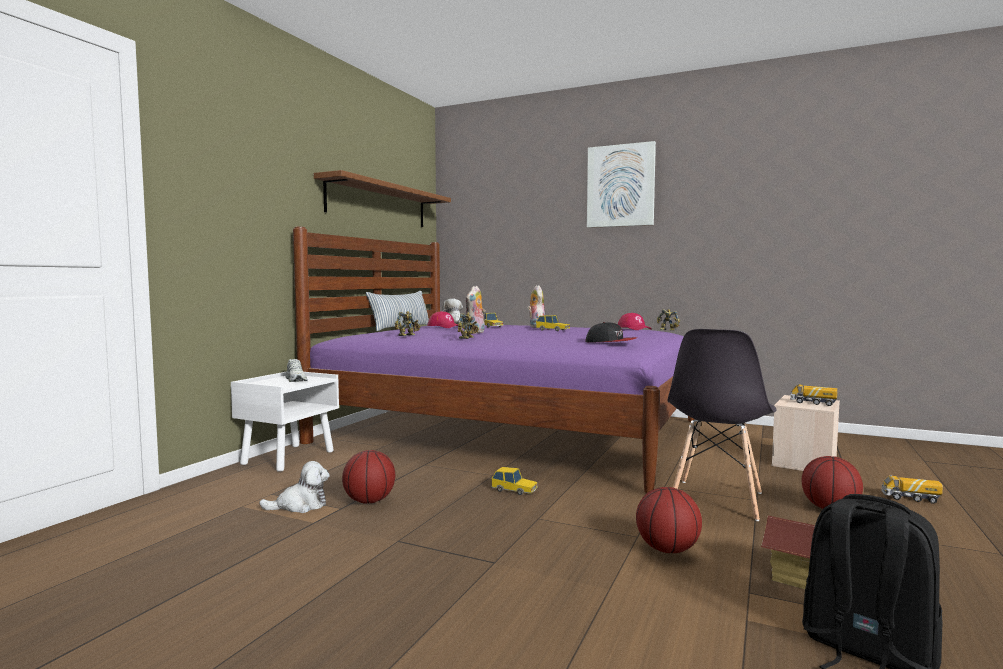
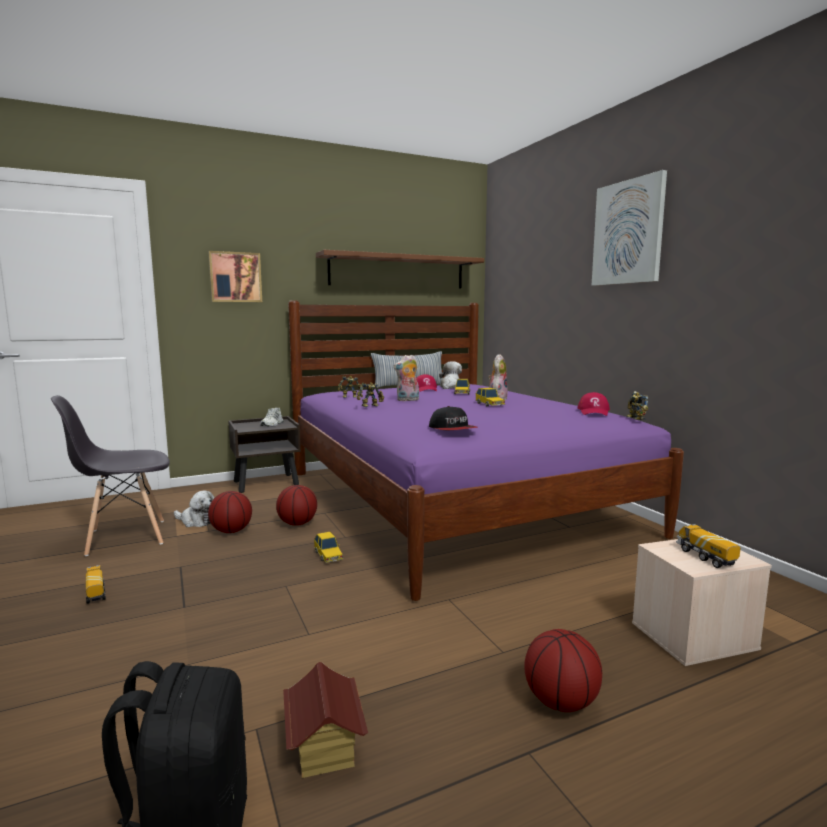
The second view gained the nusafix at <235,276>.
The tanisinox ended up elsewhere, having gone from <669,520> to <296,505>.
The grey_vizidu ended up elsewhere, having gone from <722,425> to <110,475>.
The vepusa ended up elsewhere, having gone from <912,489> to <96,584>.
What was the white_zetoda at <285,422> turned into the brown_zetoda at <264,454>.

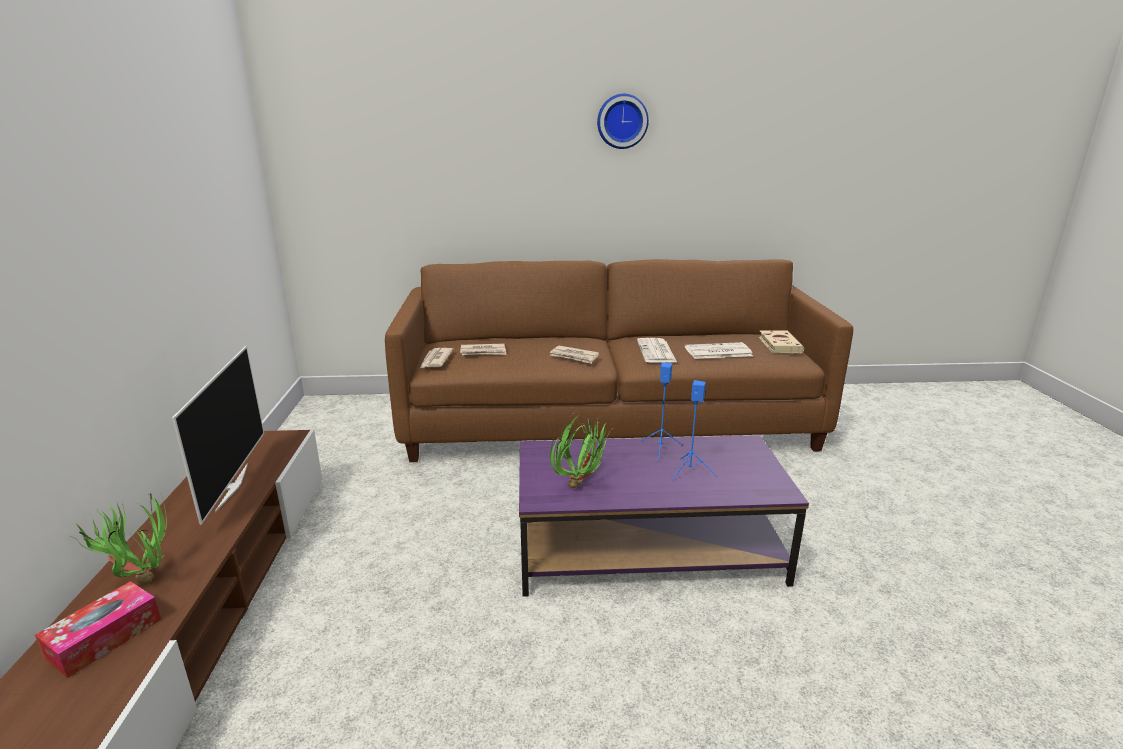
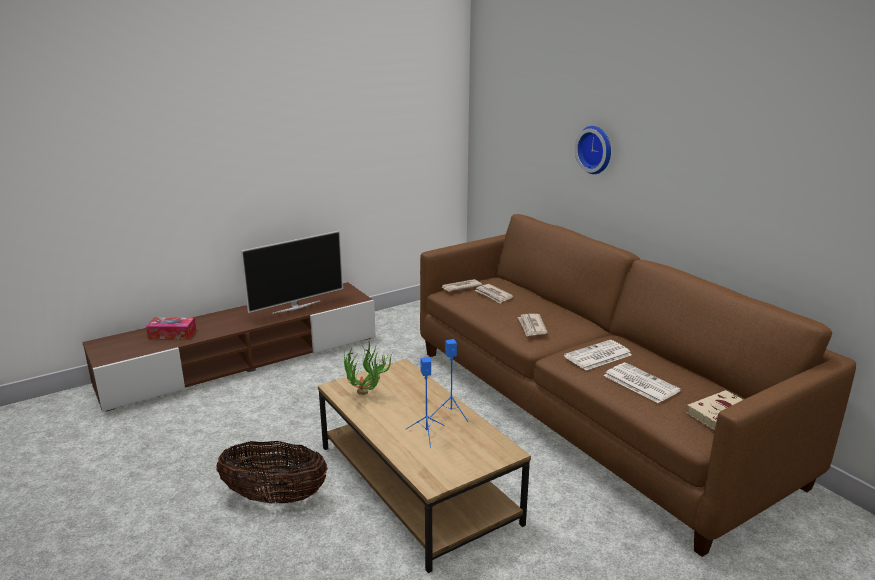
The second view lost the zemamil at <120,538>.
The second view gained the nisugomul at <272,472>.
The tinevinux ended up elsewhere, having gone from <623,121> to <593,150>.
What was the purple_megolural at <664,516> turned into the brown_megolural at <424,466>.

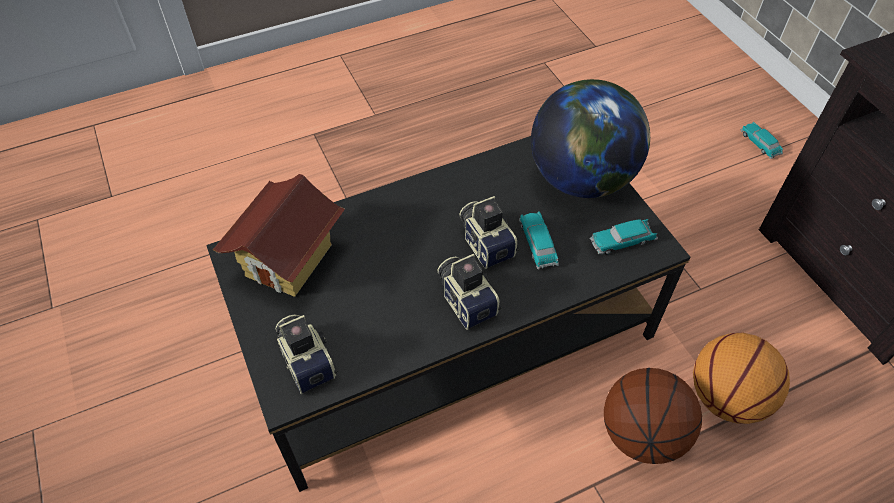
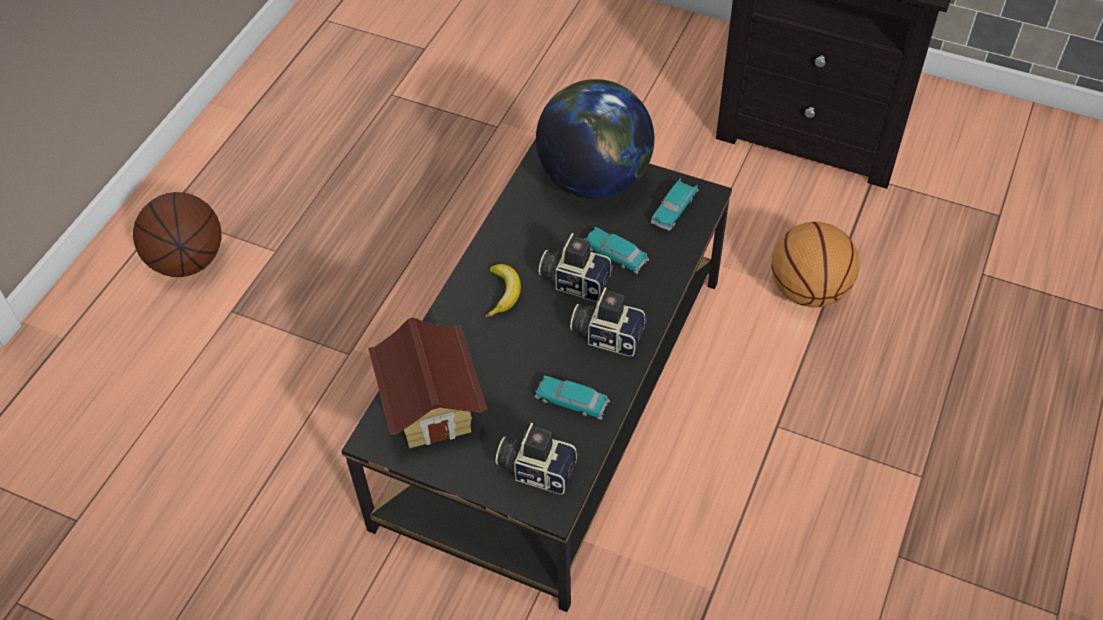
The second view gained the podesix at <503,290>.
The tanisinox ended up elsewhere, having gone from <653,416> to <177,234>.
The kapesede ended up elsewhere, having gone from <761,140> to <572,397>.

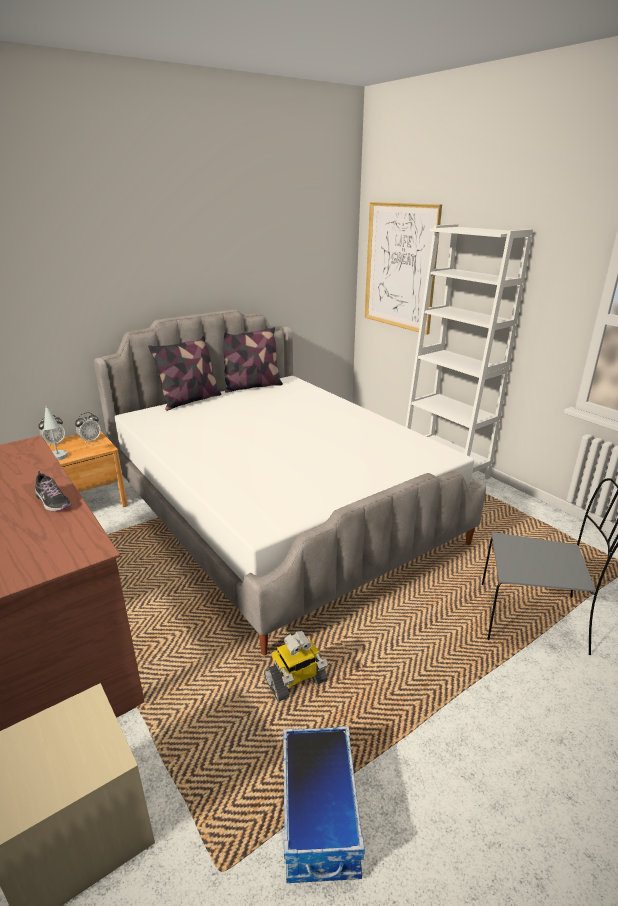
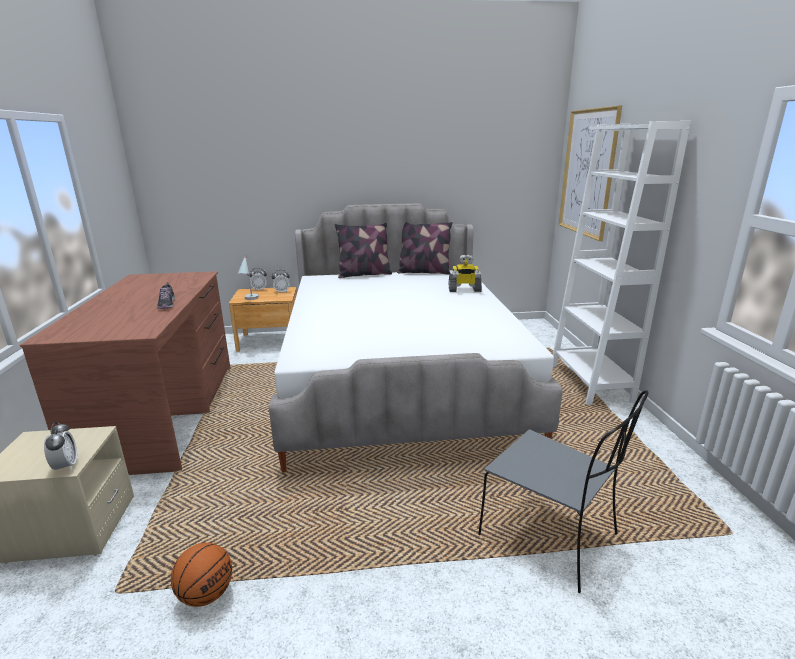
The second view gained the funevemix at <60,446>.
The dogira ended up elsewhere, having gone from <296,666> to <465,273>.
Where the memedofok stood at <324,804>, the tanisinox came to stand at <201,575>.

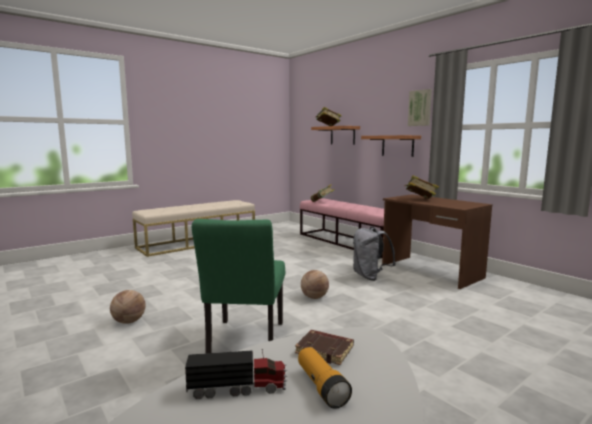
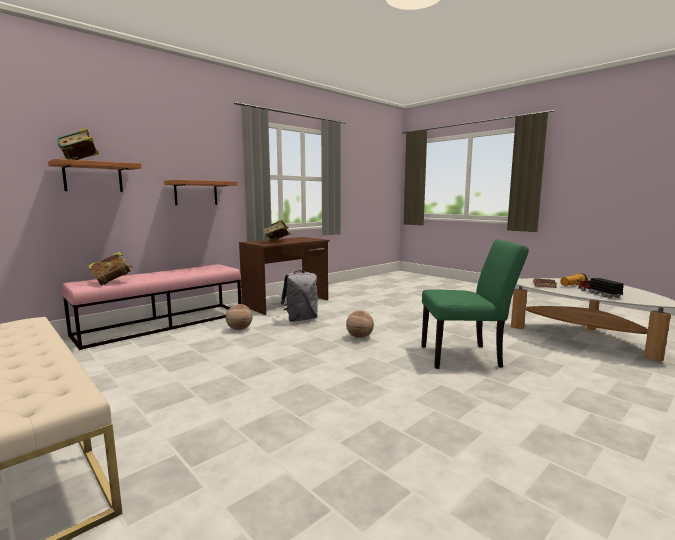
The second view lost the nusafix at <420,107>.
The tanisinox ended up elsewhere, having gone from <128,307> to <239,317>.

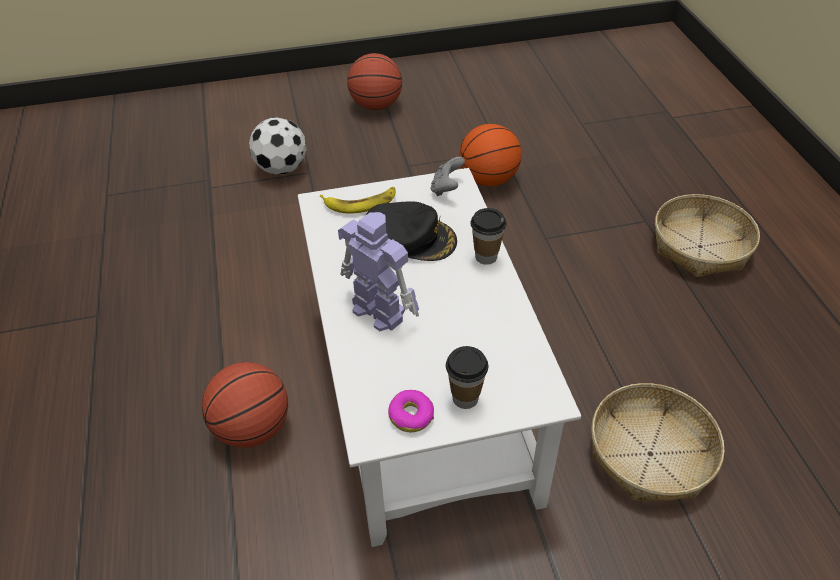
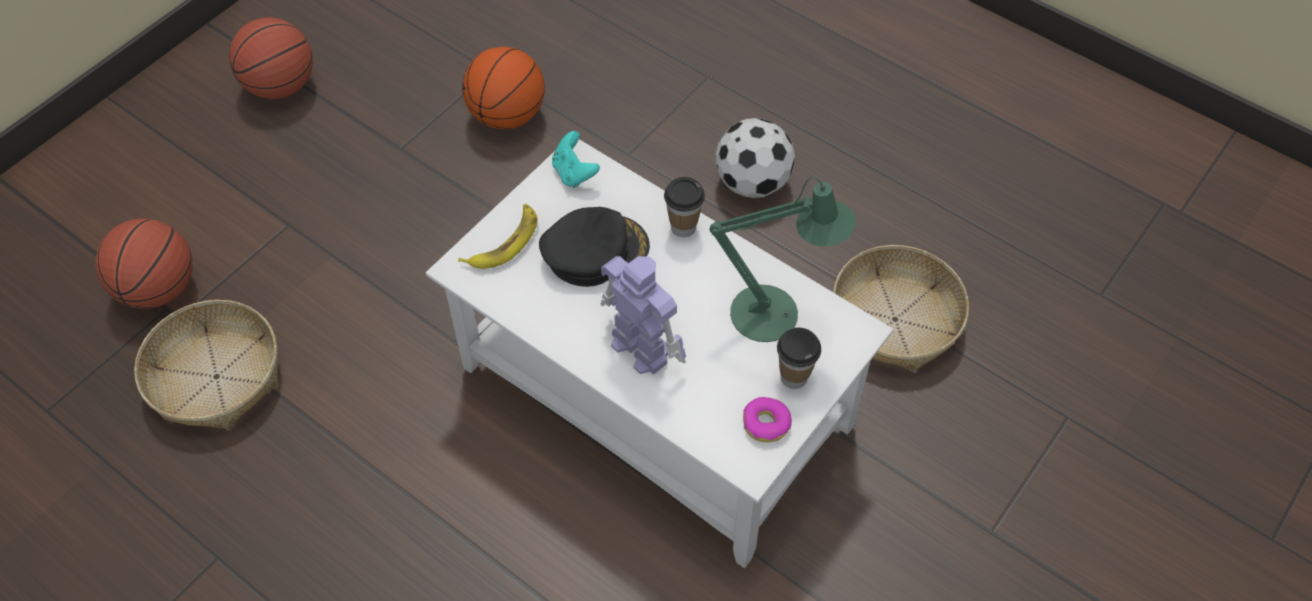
The second view gained the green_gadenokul at <782,259>.
The tanisinox ended up elsewhere, having gone from <244,405> to <144,264>.
The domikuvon ended up elsewhere, having gone from <277,146> to <755,158>.
The nisugomul ended up elsewhere, having gone from <707,236> to <206,364>.
What was the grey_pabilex at <448,176> turned into the turquoise_pabilex at <576,159>.
The dogira at <378,271> ended up facing another way, 45 degrees clockwise from before.

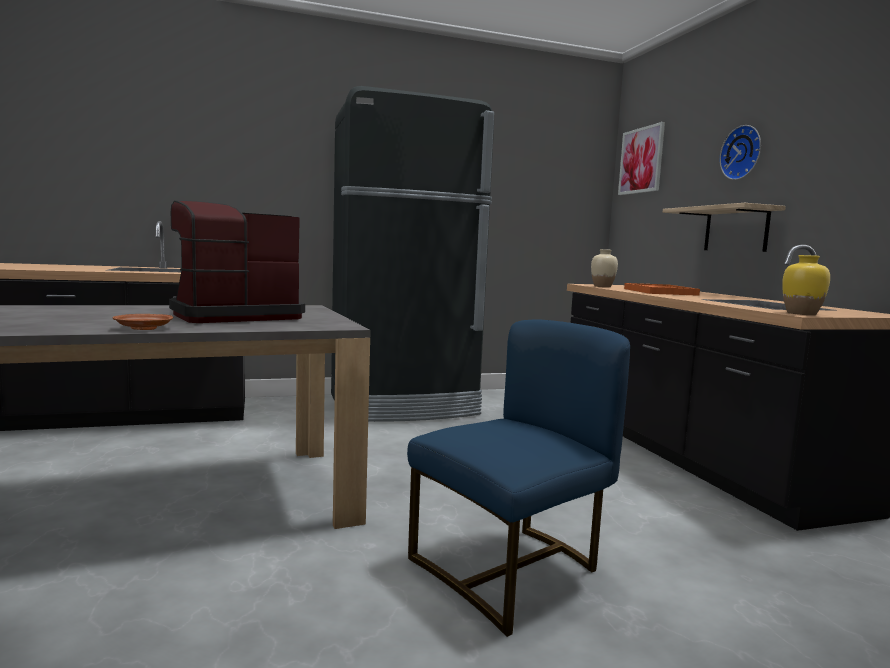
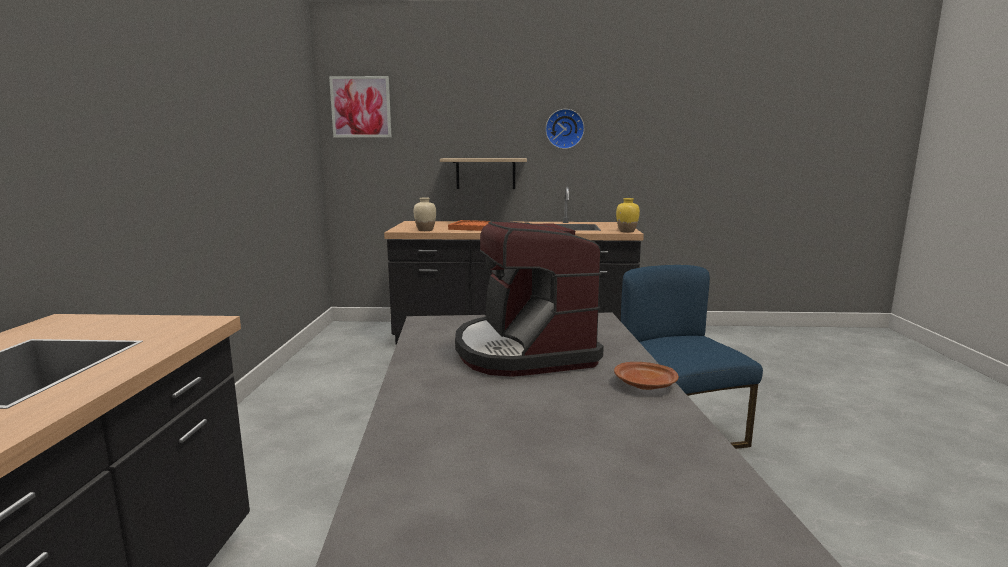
The second view lost the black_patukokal at <412,254>.
The tinevinux ended up elsewhere, having gone from <740,152> to <565,129>.

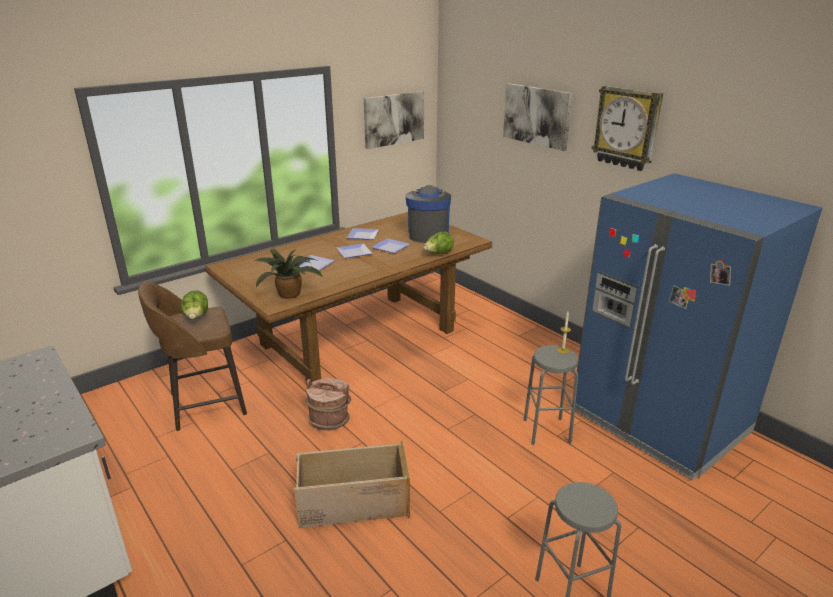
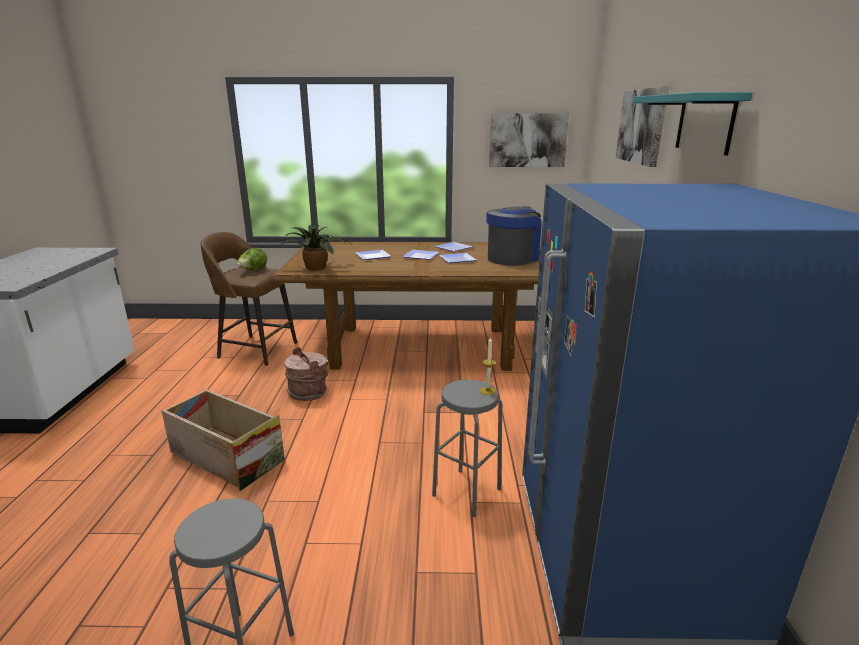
The second view lost the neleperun at <438,243>.
Where the tinevinux hung at <627,128>, the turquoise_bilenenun came to hang at <693,123>.

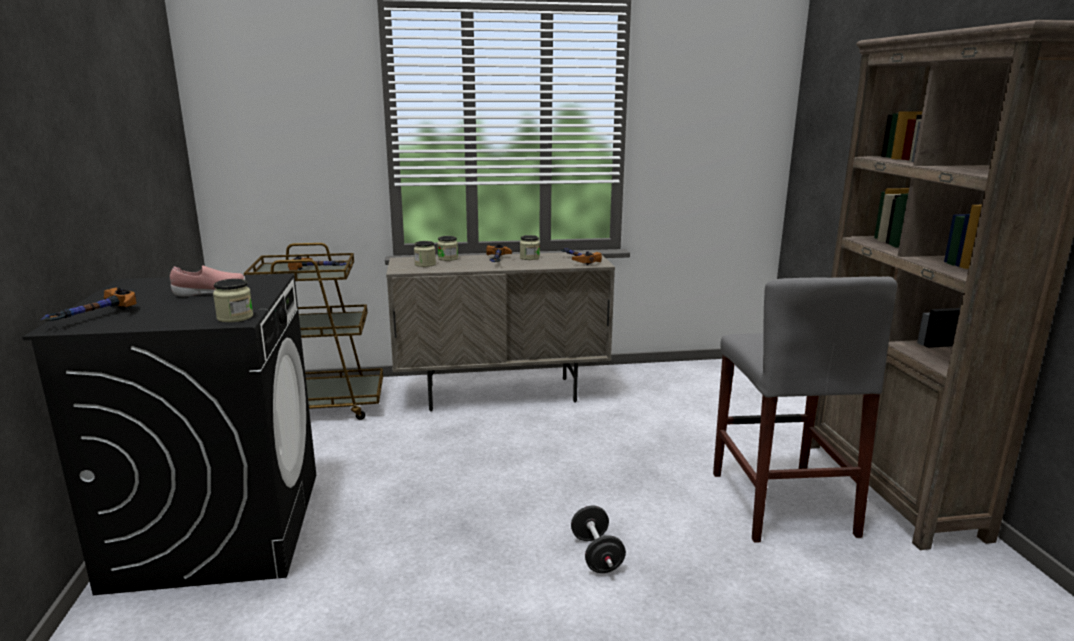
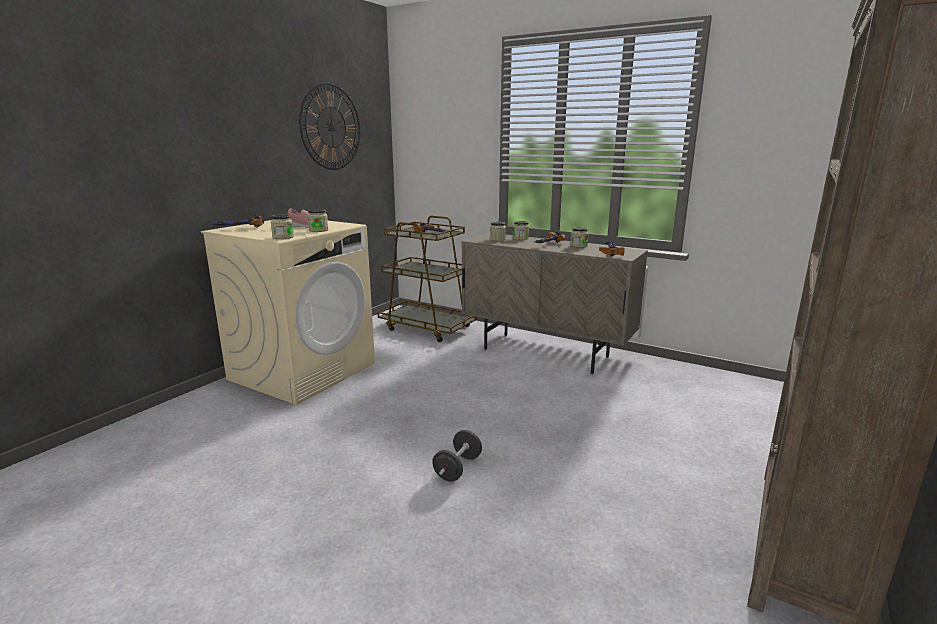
The second view lost the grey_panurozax at <805,409>.
The second view gained the tinevinux at <330,126>.
The second view gained the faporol at <318,220>.
What was the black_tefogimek at <169,434> turned into the beige_tefogimek at <288,312>.

